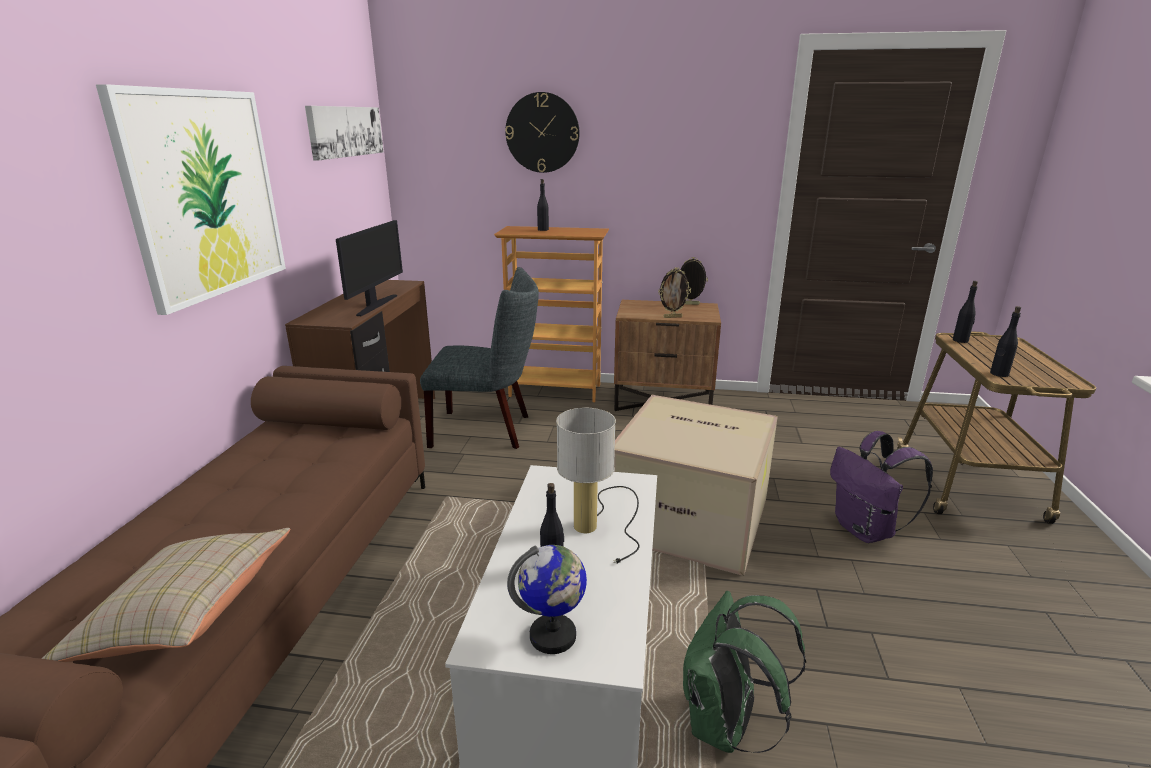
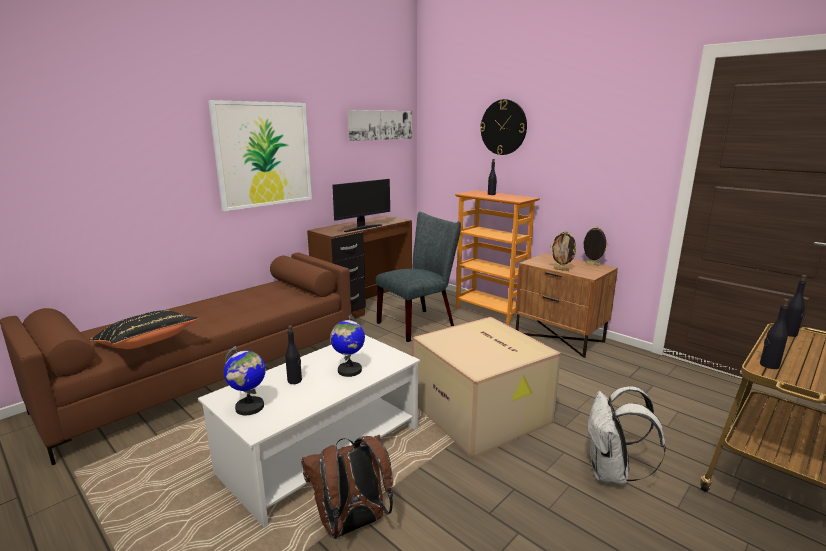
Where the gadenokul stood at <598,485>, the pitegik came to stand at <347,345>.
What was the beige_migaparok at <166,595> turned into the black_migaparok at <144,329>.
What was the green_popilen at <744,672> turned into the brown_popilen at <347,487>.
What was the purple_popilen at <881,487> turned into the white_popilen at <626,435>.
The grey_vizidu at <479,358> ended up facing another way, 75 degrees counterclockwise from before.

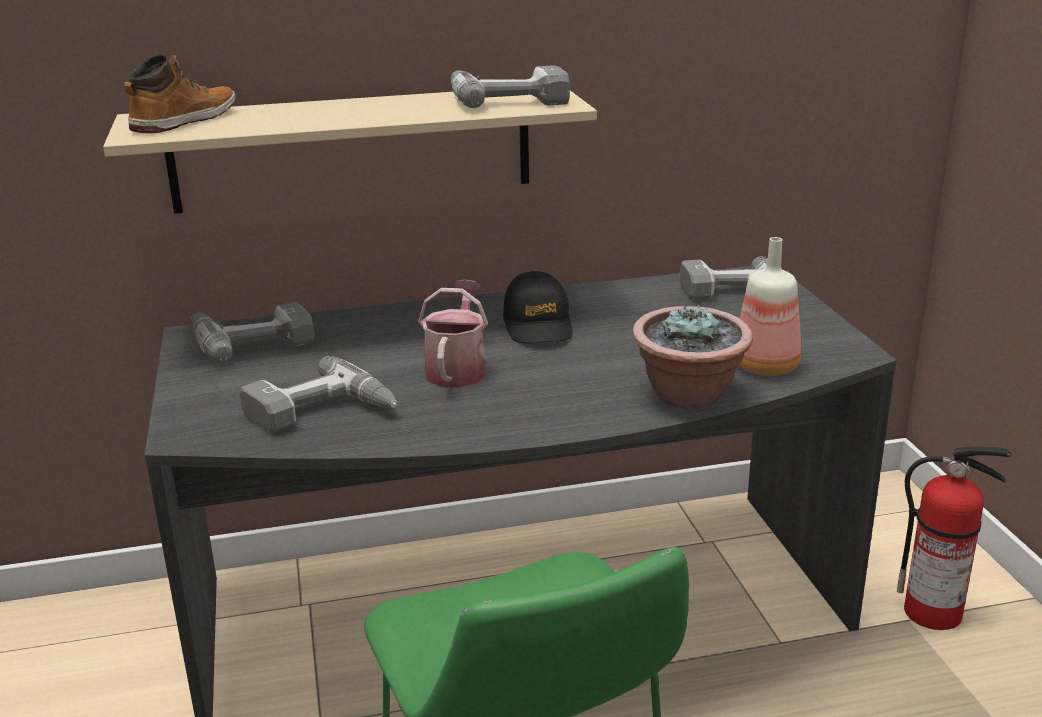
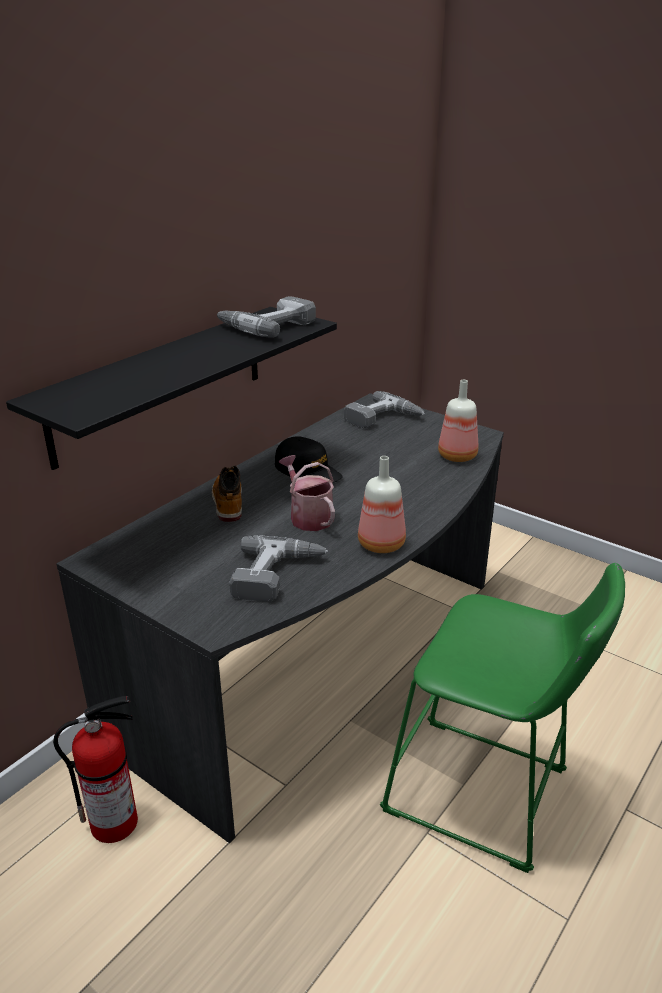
The second view lost the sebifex at <253,332>.
The second view lost the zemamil at <692,357>.
The second view gained the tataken at <382,504>.
The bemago ended up elsewhere, having gone from <180,94> to <227,493>.
The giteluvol ended up elsewhere, having gone from <954,538> to <95,769>.
What was the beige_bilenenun at <350,152> turned into the black_bilenenun at <171,388>.

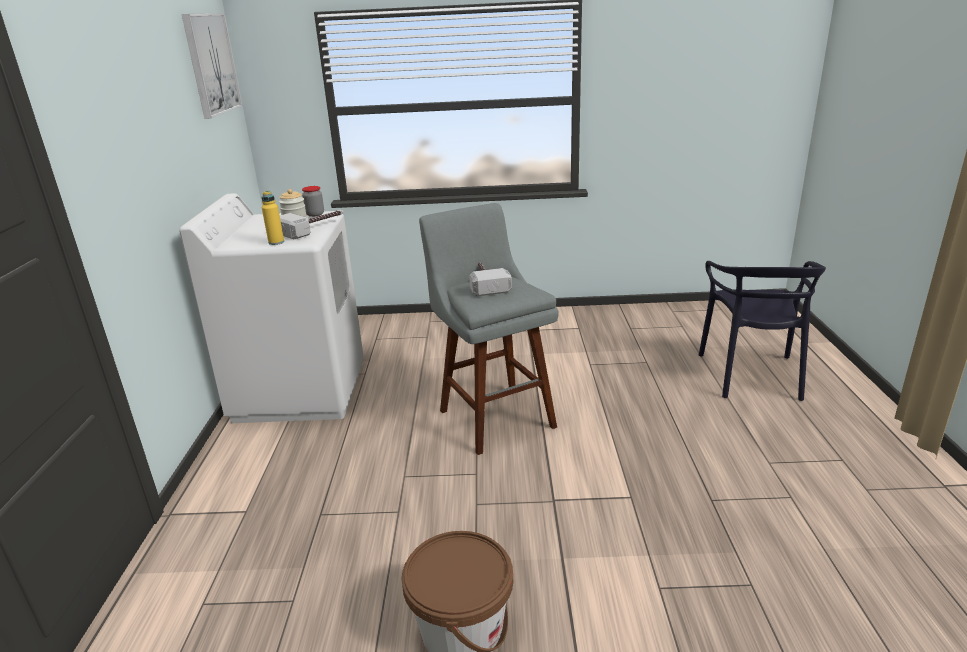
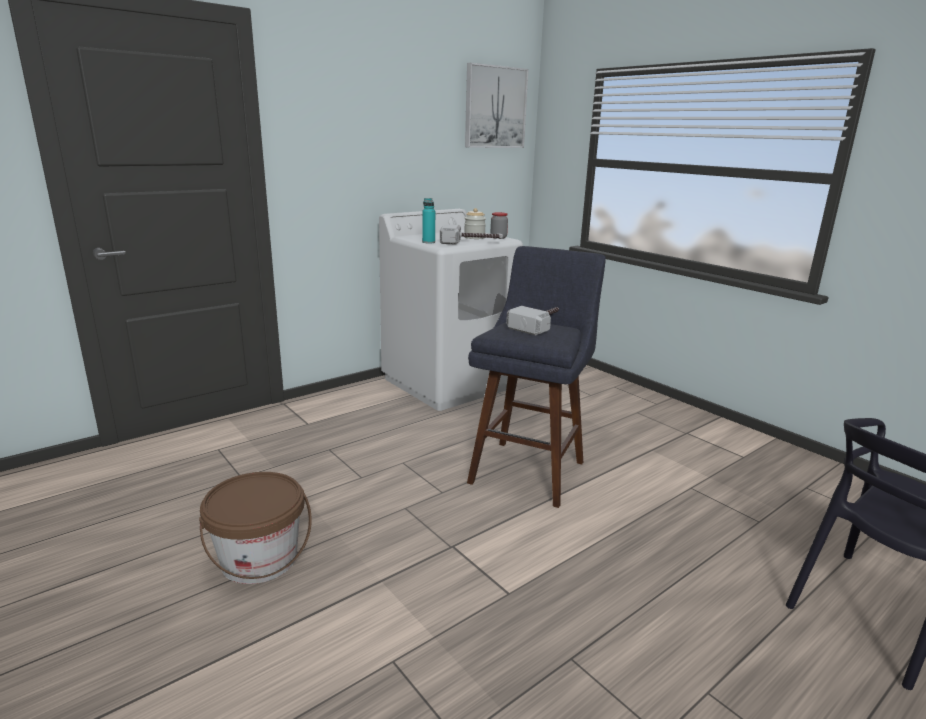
What was the yellow_tataken at <272,218> turned into the turquoise_tataken at <428,221>.
What was the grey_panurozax at <489,329> turned into the blue_panurozax at <536,377>.

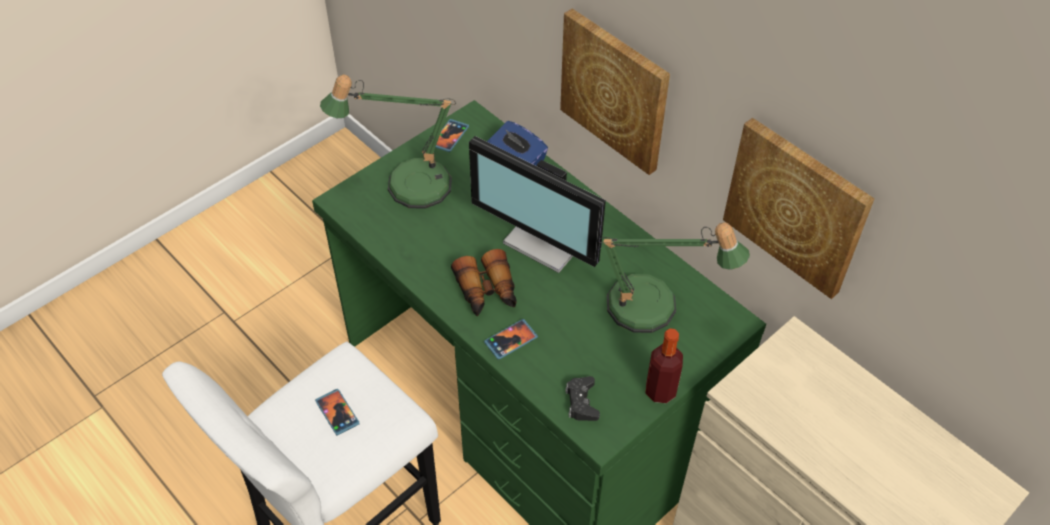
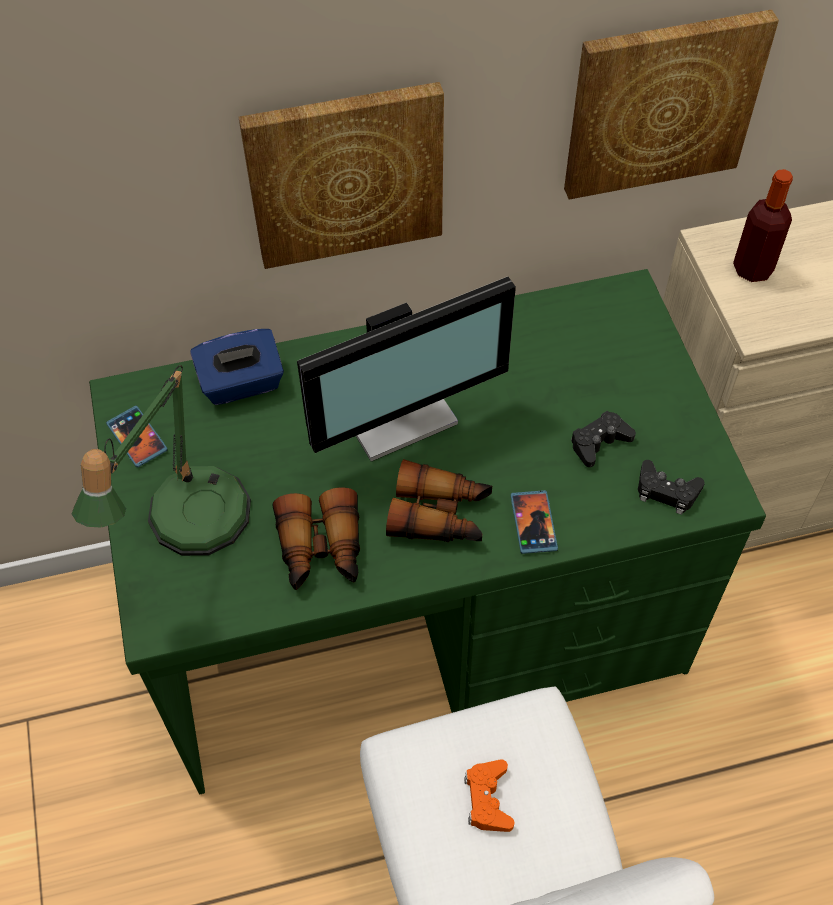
The second view lost the gadenokul at <674,277>.
The second view gained the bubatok at <316,538>.
The second view gained the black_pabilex at <603,439>.
The tataken ended up elsewhere, having gone from <664,366> to <763,225>.
Where the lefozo stood at <337,412>, the orange_pabilex came to stand at <489,795>.

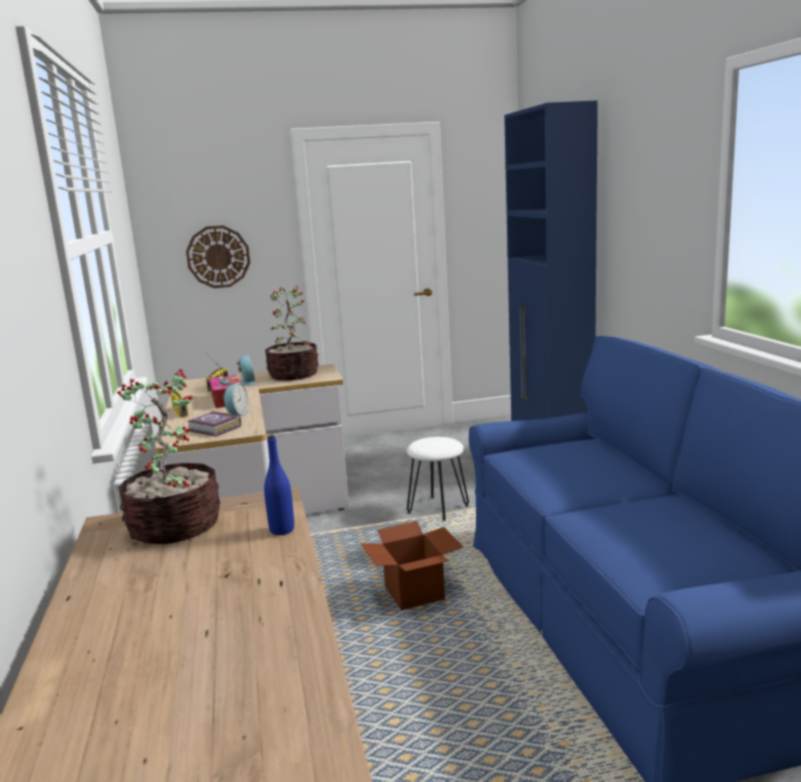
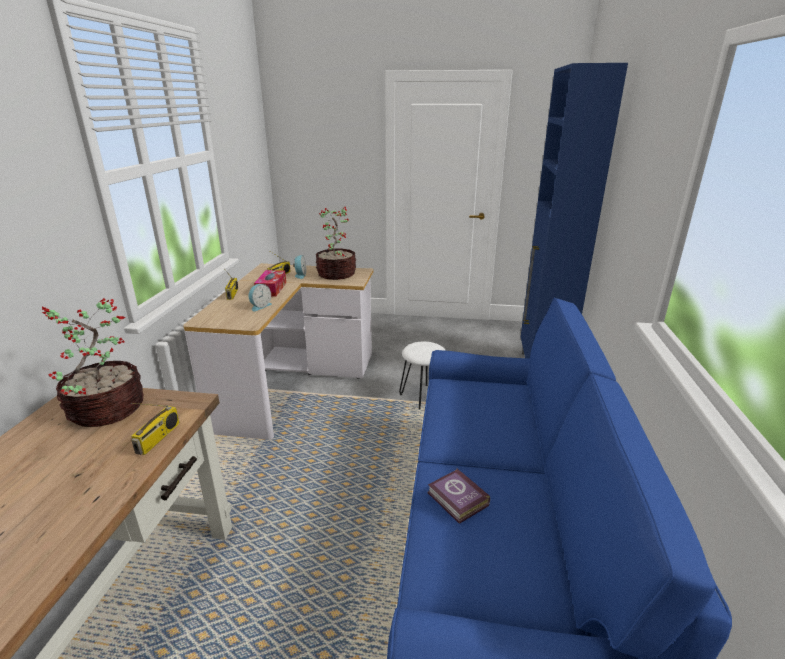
The second view lost the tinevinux at <218,256>.
The second view lost the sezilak at <412,565>.
The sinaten ended up elsewhere, having gone from <214,423> to <459,496>.
Where the blue_tataken stood at <279,485>, the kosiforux came to stand at <155,429>.

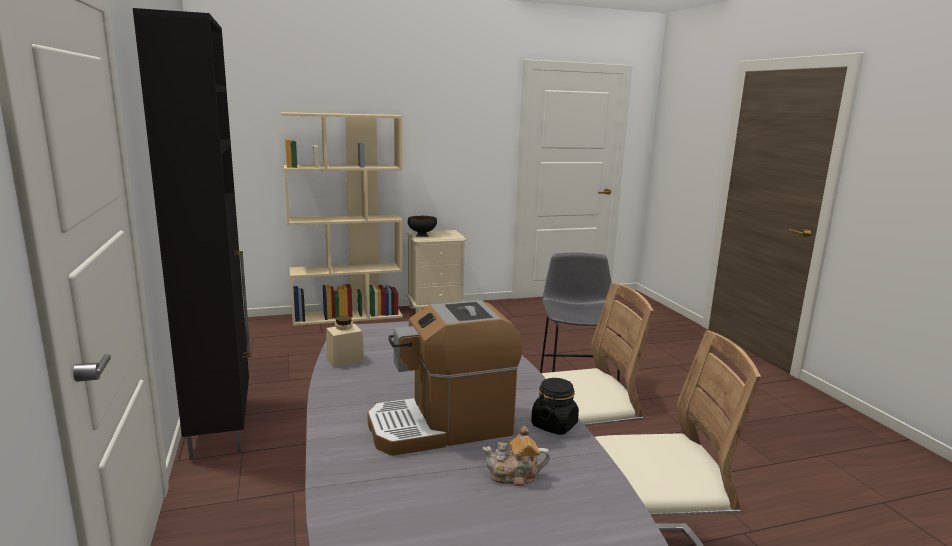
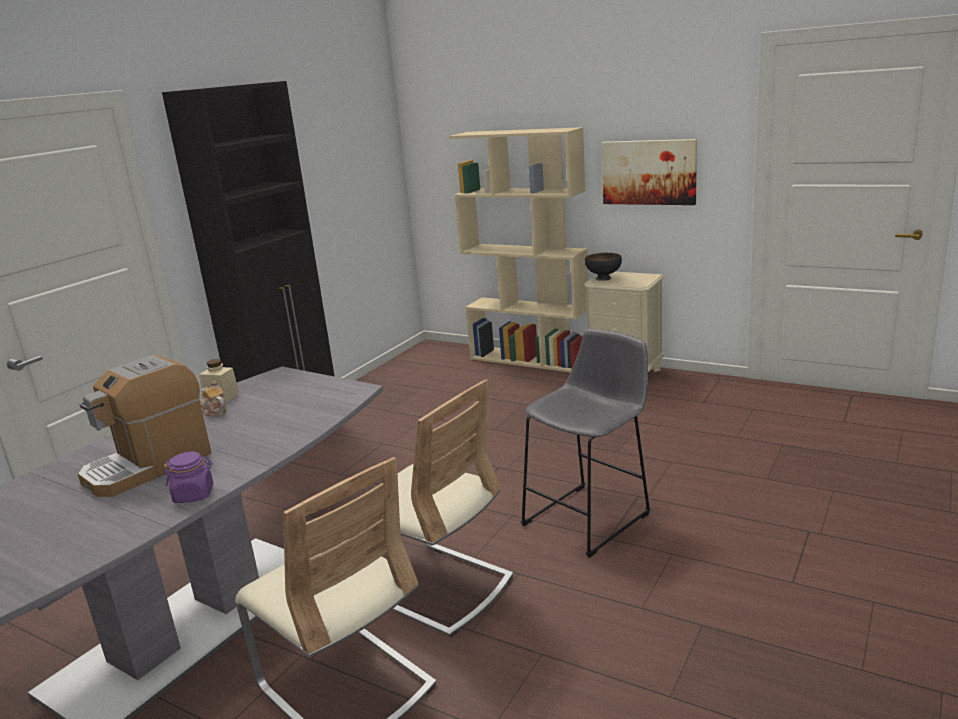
The second view gained the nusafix at <649,172>.
The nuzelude ended up elsewhere, having gone from <516,456> to <213,398>.
What was the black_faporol at <555,406> turned into the purple_faporol at <188,477>.
The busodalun at <444,378> ended up facing another way, 75 degrees counterclockwise from before.

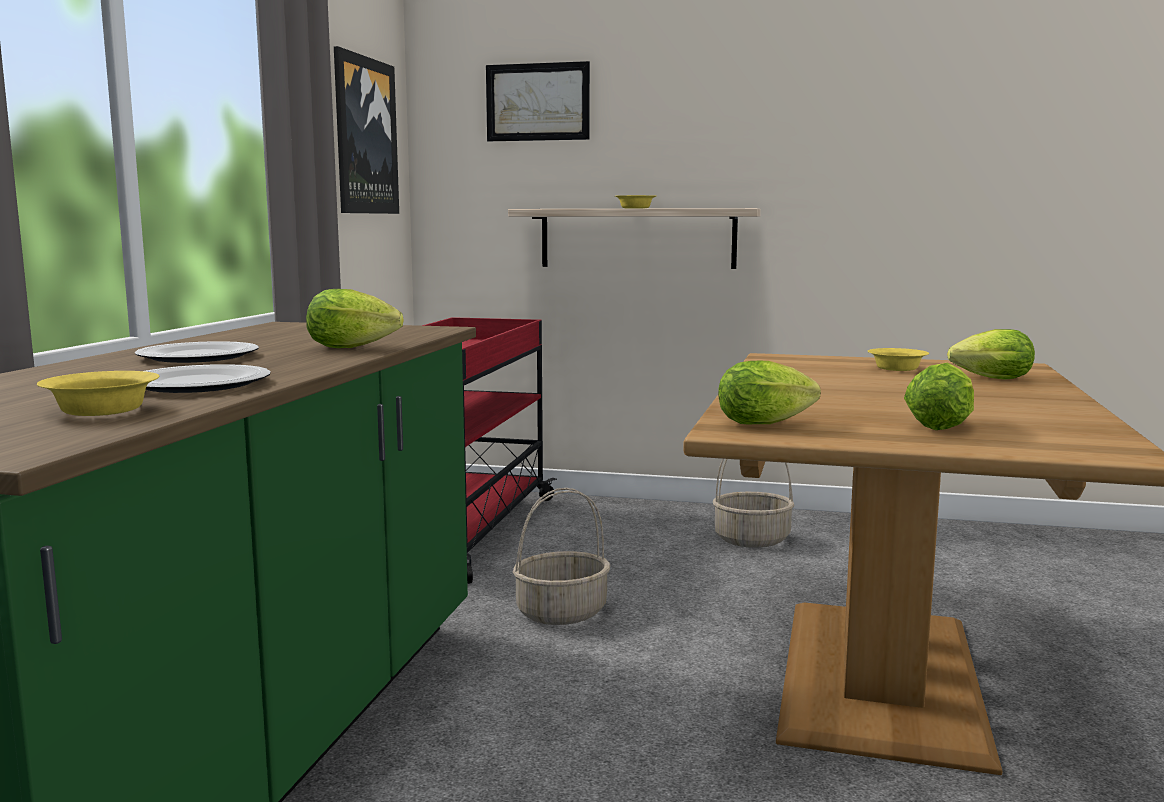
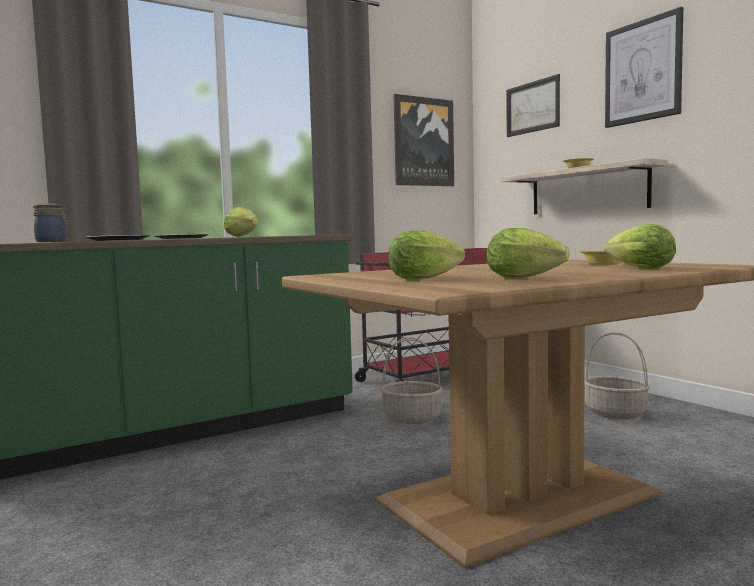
The second view gained the nusafix at <644,67>.
The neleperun ended up elsewhere, having gone from <769,393> to <528,253>.
Where the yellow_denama stood at <98,393>, the faporol came to stand at <51,222>.

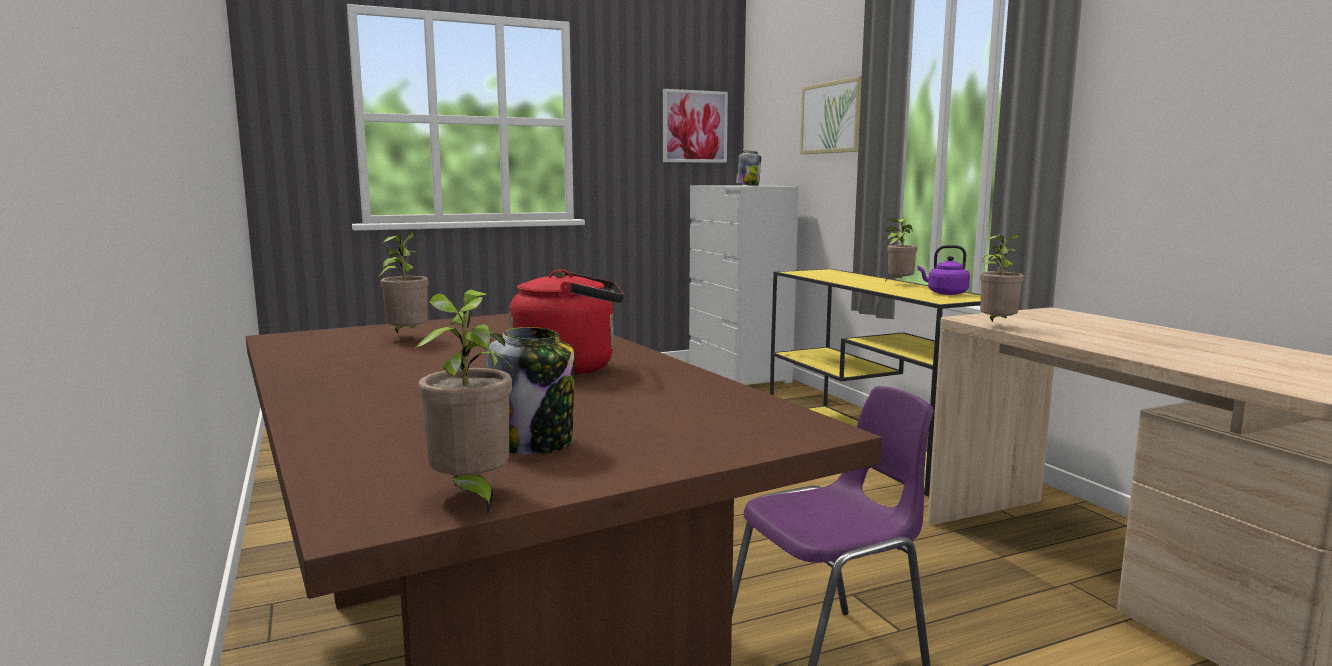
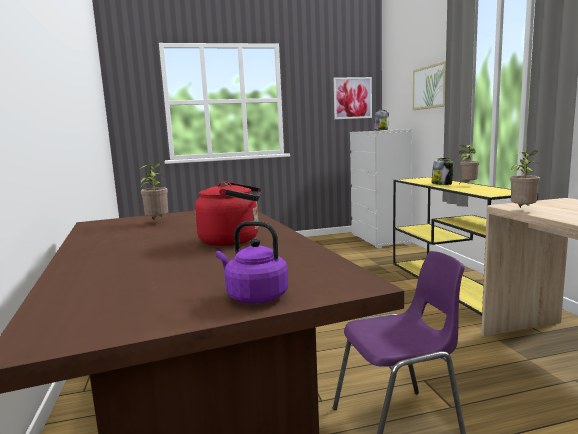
The second view lost the zemamil at <463,401>.
The faporol ended up elsewhere, having gone from <530,390> to <442,171>.
The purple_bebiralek ended up elsewhere, having gone from <943,270> to <252,262>.

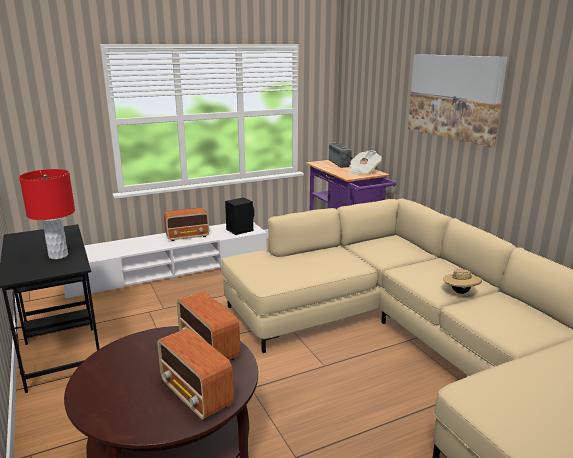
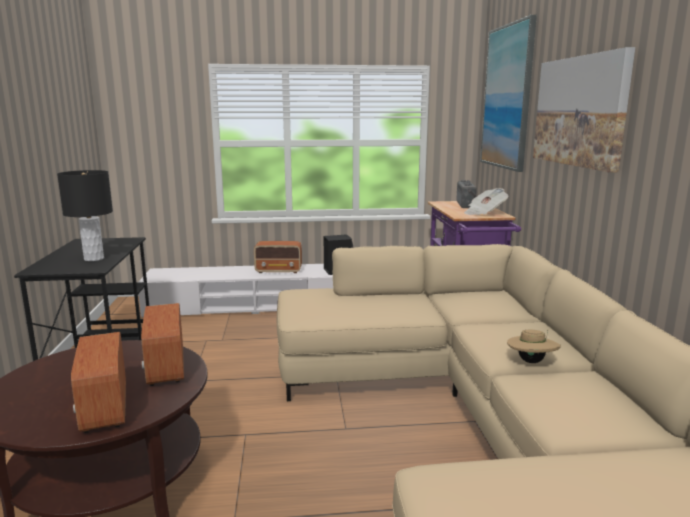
The second view gained the nusafix at <508,93>.
What was the red_gadenokul at <47,214> turned into the black_gadenokul at <85,215>.

